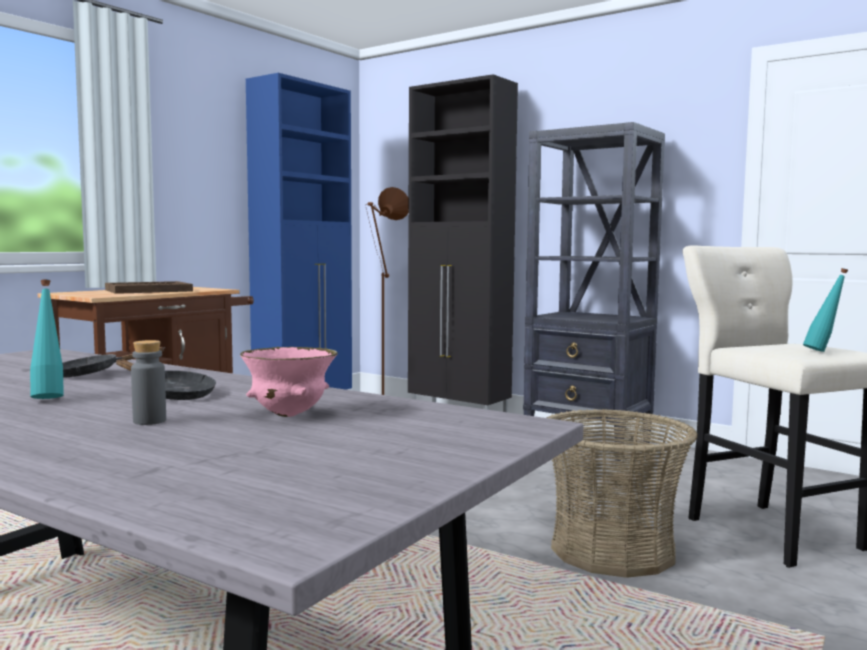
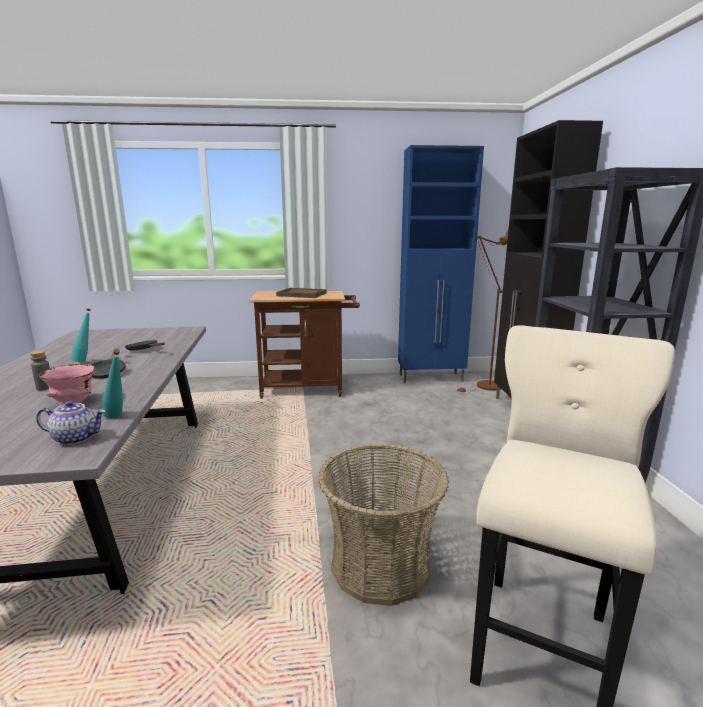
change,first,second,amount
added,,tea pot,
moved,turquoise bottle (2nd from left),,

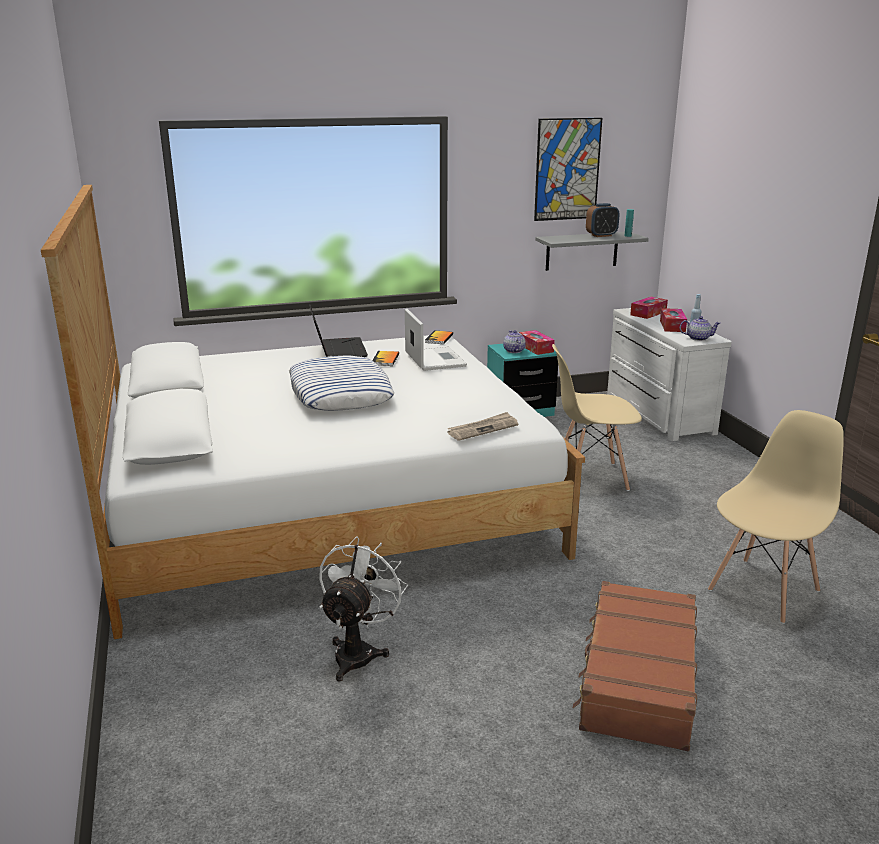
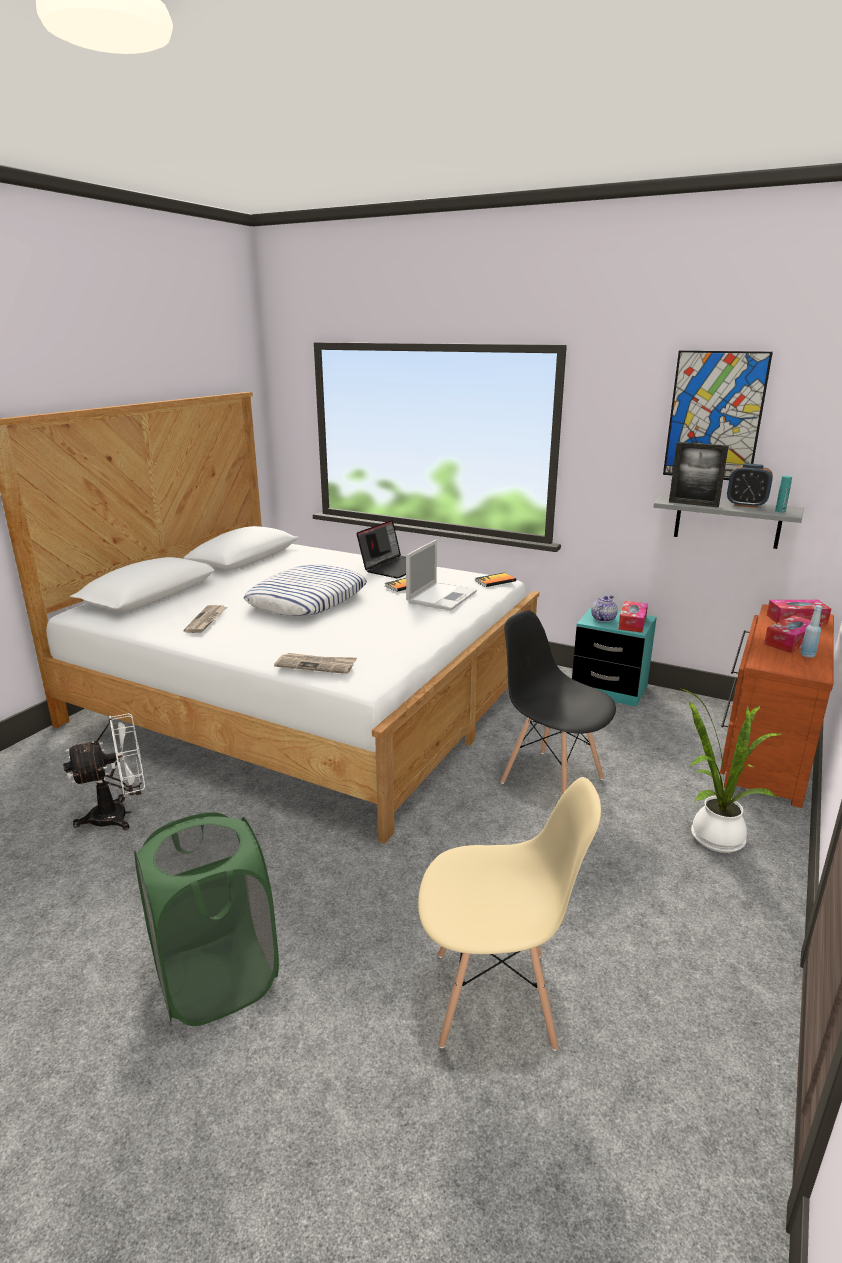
change,first,second,amount
removed,tea pot (2nd from left),,
added,,daily paper (1st from left),
added,,photo frame,
added,,houseplant,
replaced,brown travel case,greenish washing basket,
recoloured,sand-coloured chair (1st from left),black-coloured chair,
recoloured,whitish dresser,brown dresser,

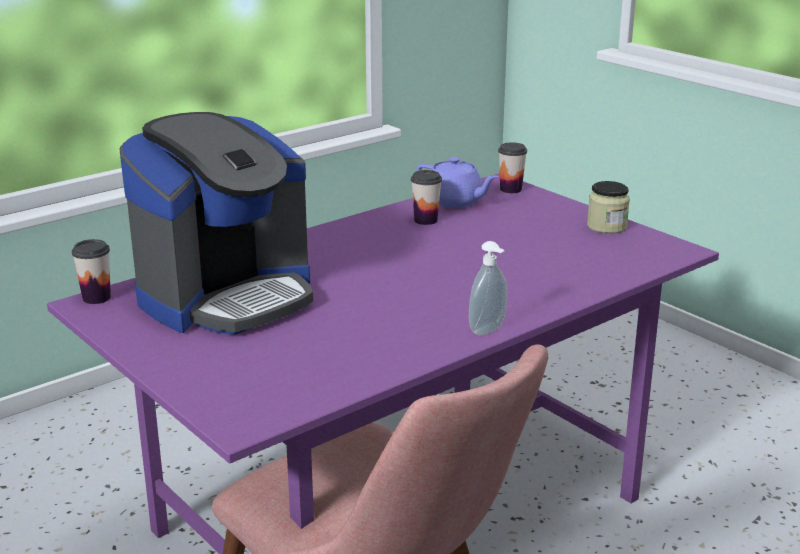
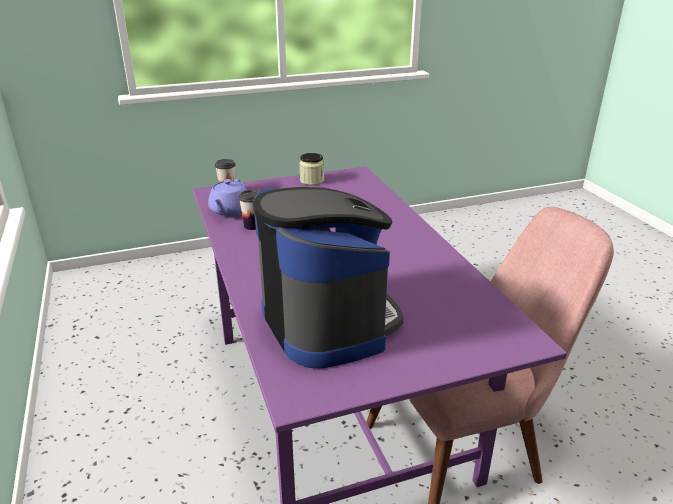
change,first,second,amount
removed,cup (1st from left),,
removed,soap bottle,,
turned,purplish tea pot,,135 degrees clockwise

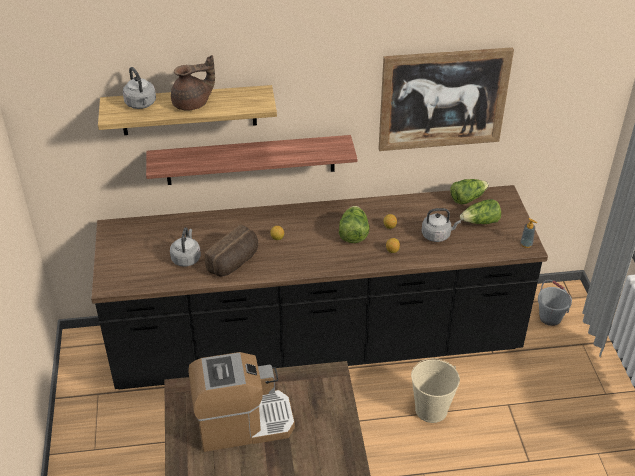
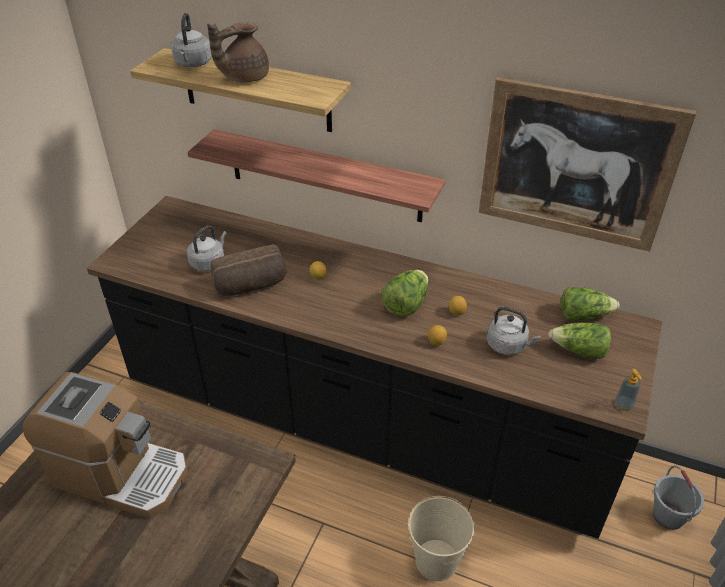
change,first,second,amount
turned,brown tea pot,,135 degrees clockwise

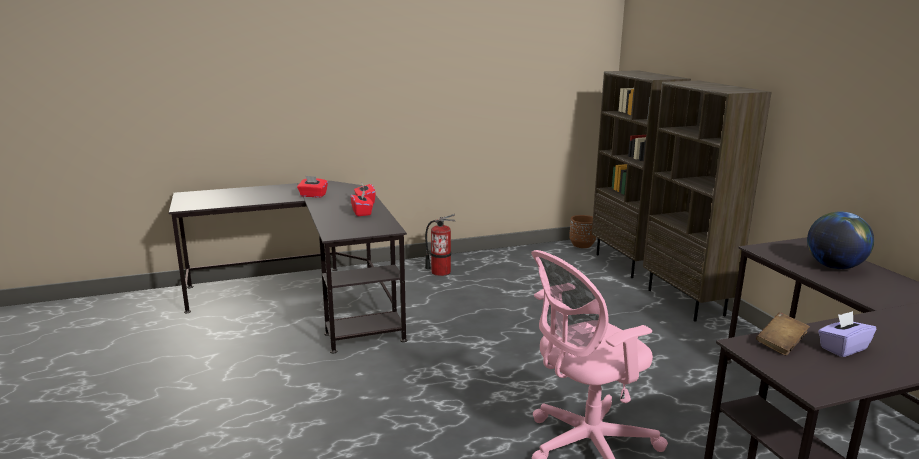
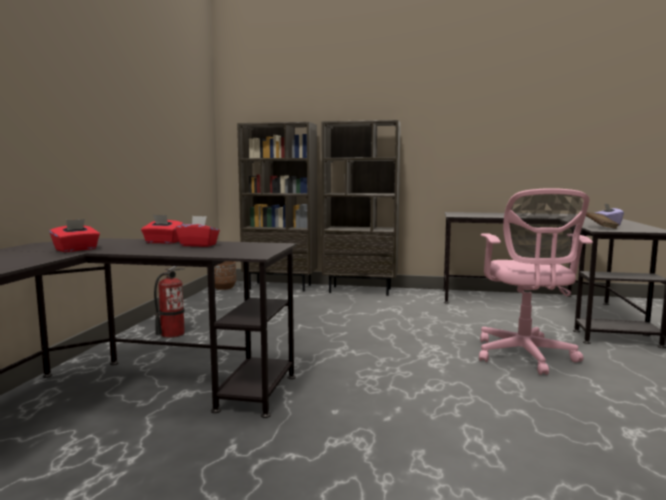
change,first,second,amount
removed,world globe,,

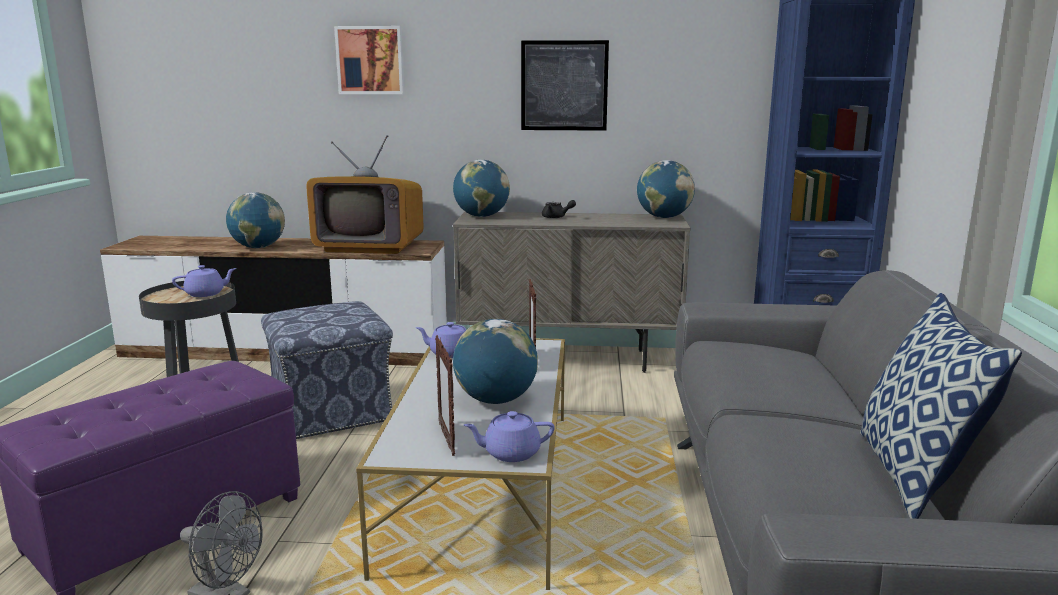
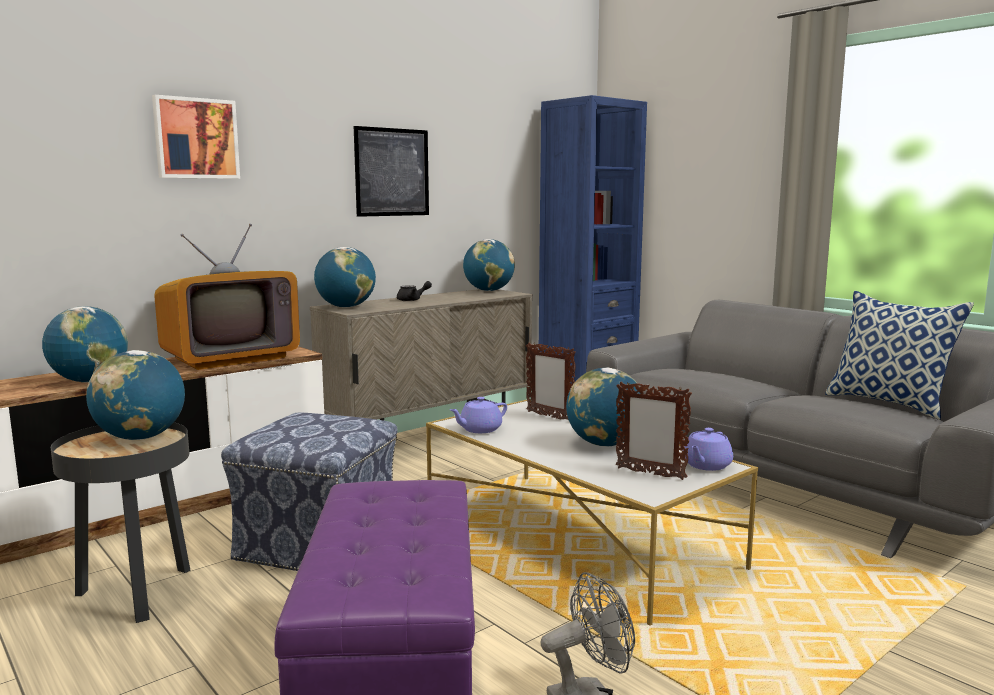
change,first,second,amount
replaced,purplish tea pot (1st from left),world globe (2nd from left),

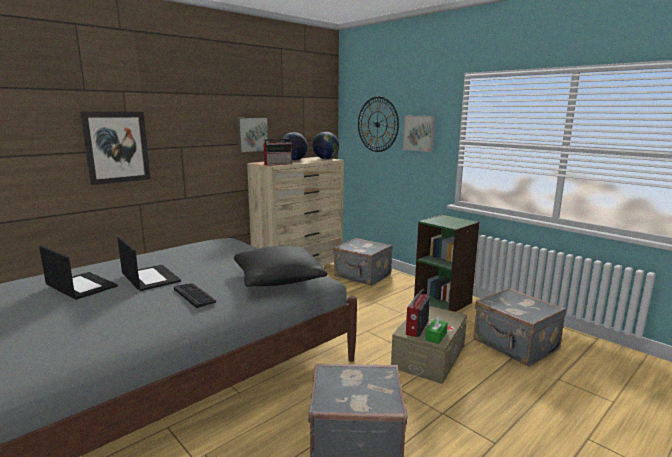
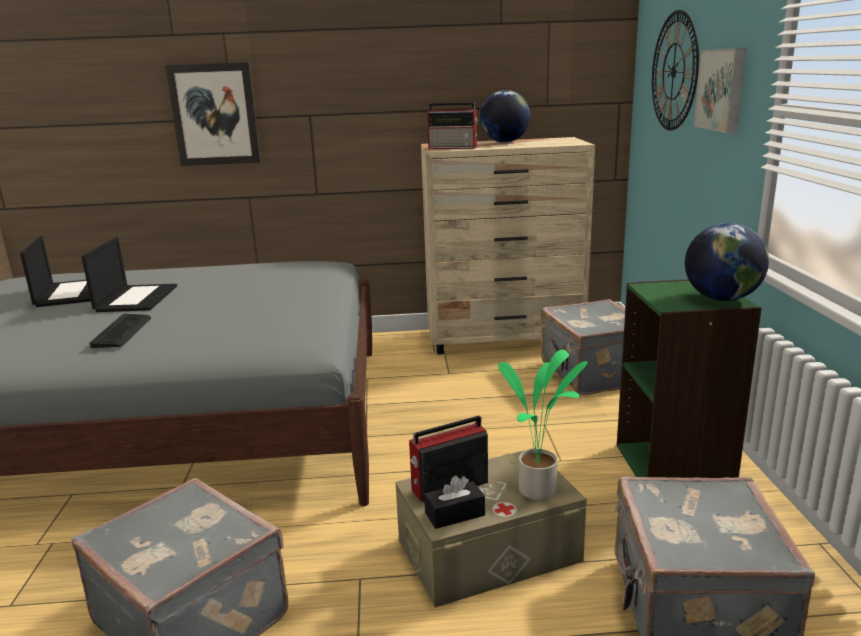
change,first,second,amount
removed,black-coloured cushion,,
removed,picture (2nd from left),,
added,,houseplant,
moved,world globe (2nd from left),,
recoloured,greenish tissue box,black-coloured tissue box,

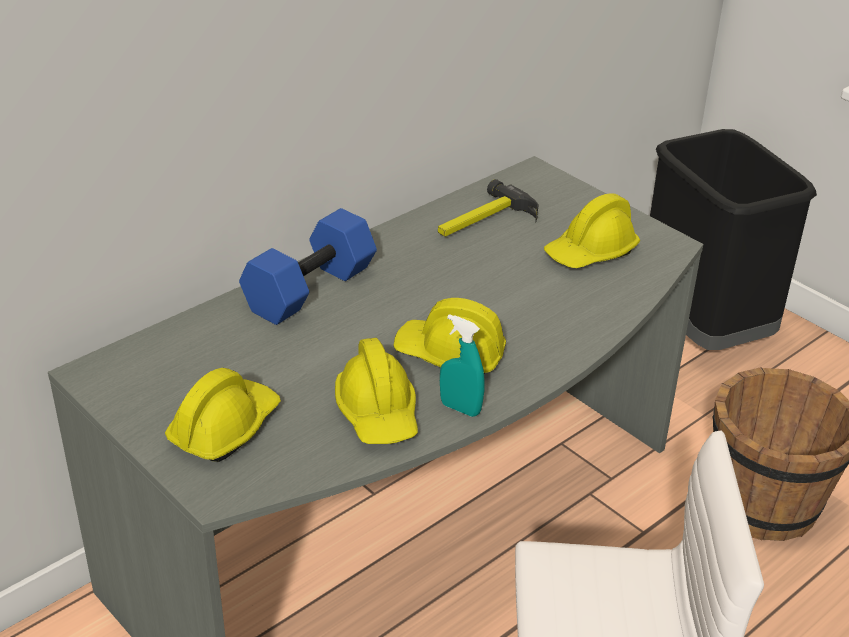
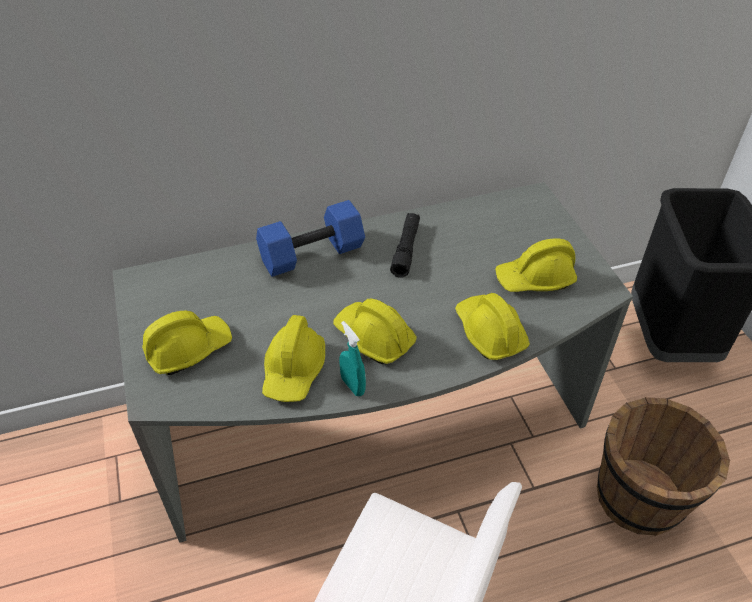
change,first,second,amount
removed,hammer,,
added,,black-coloured hand torch,
added,,yellowish safety helmet (4th from left),

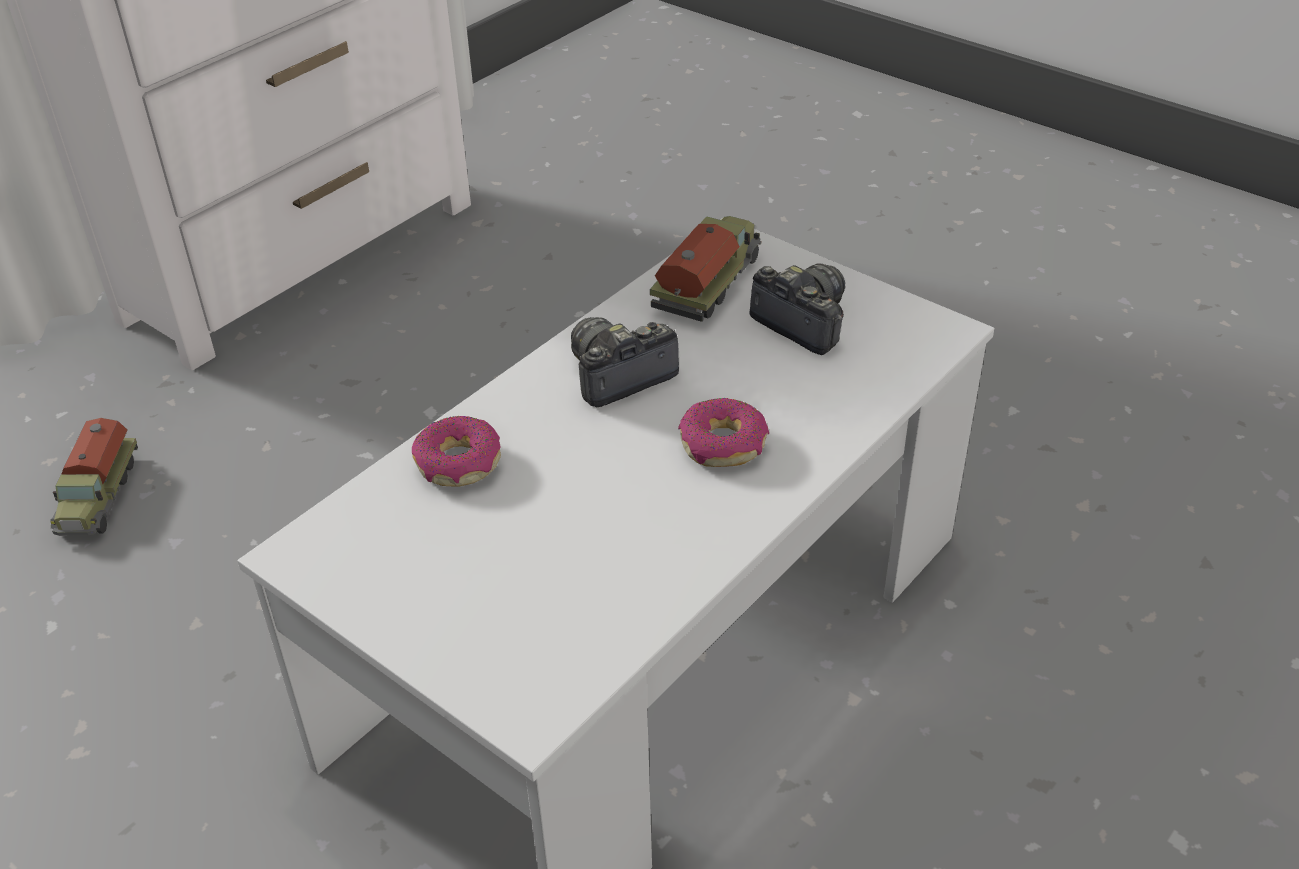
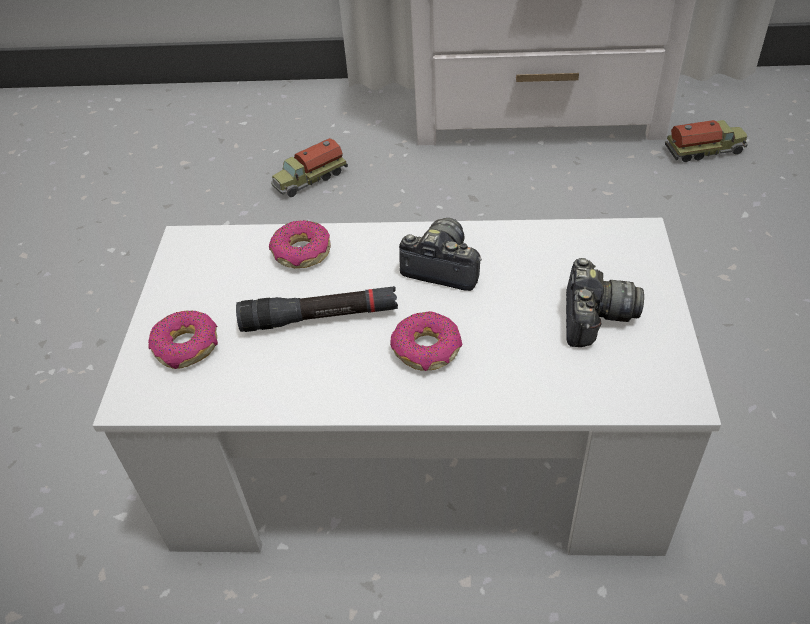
change,first,second,amount
added,,doughnut (1st from left),
added,,black-coloured hand torch,
moved,model truck (2nd from left),,

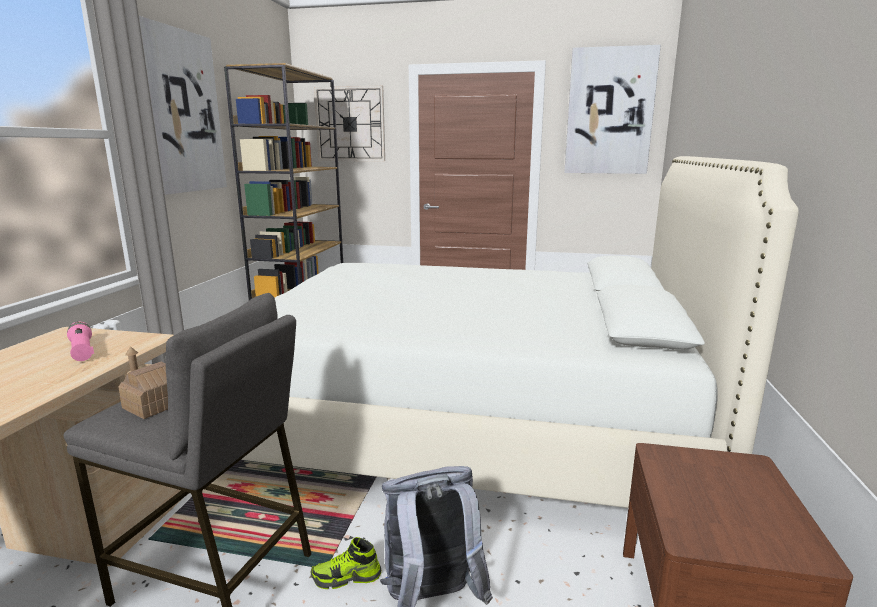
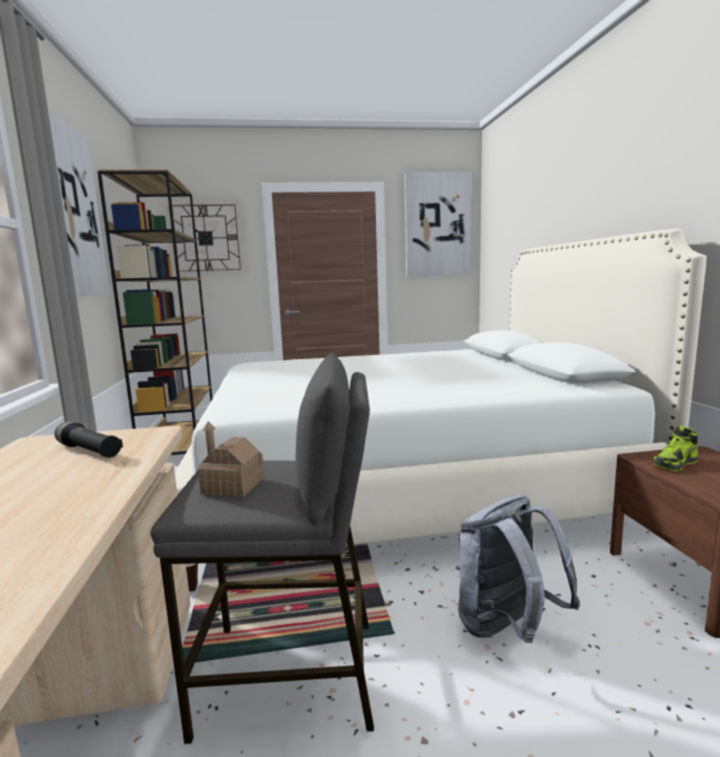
change,first,second,amount
moved,shoe,,
recoloured,pinkish hand torch,black-coloured hand torch,

